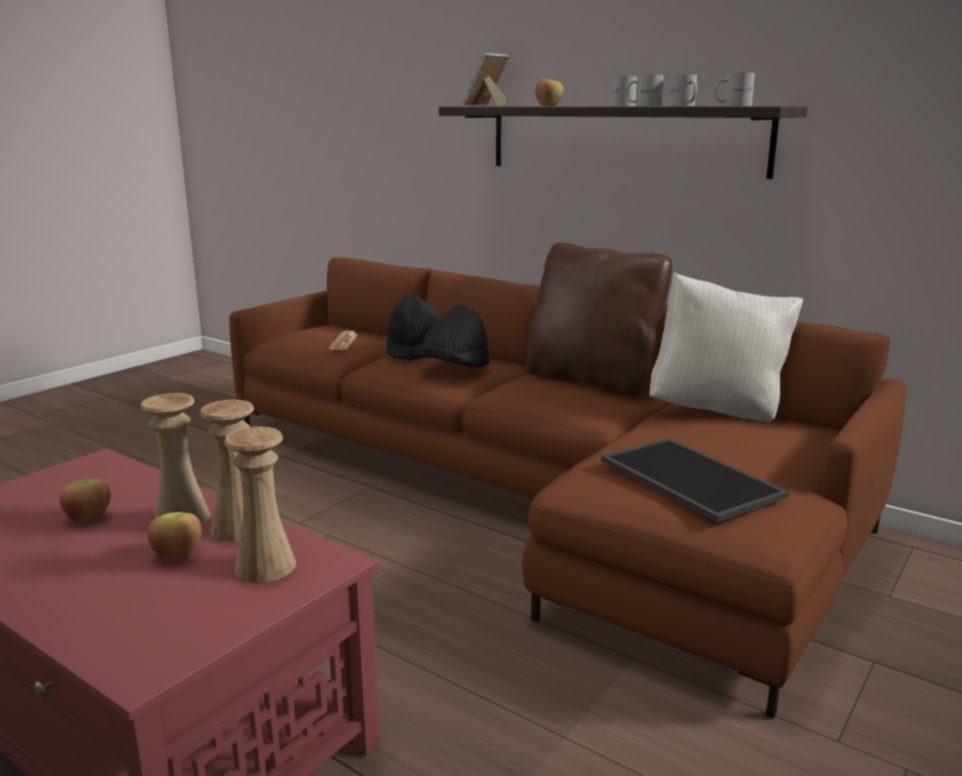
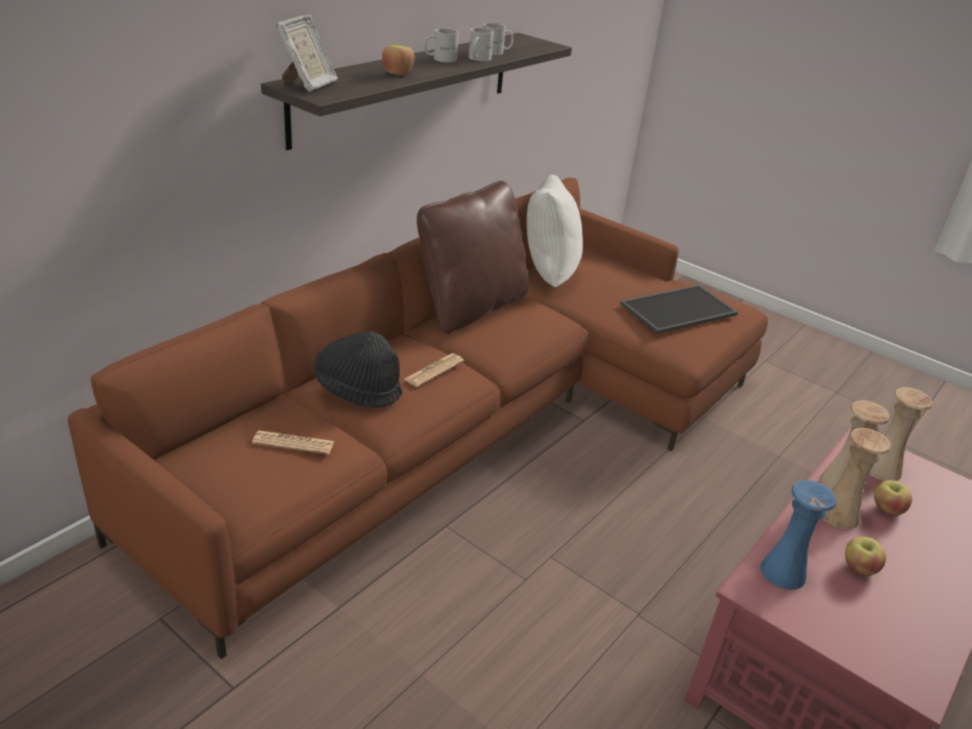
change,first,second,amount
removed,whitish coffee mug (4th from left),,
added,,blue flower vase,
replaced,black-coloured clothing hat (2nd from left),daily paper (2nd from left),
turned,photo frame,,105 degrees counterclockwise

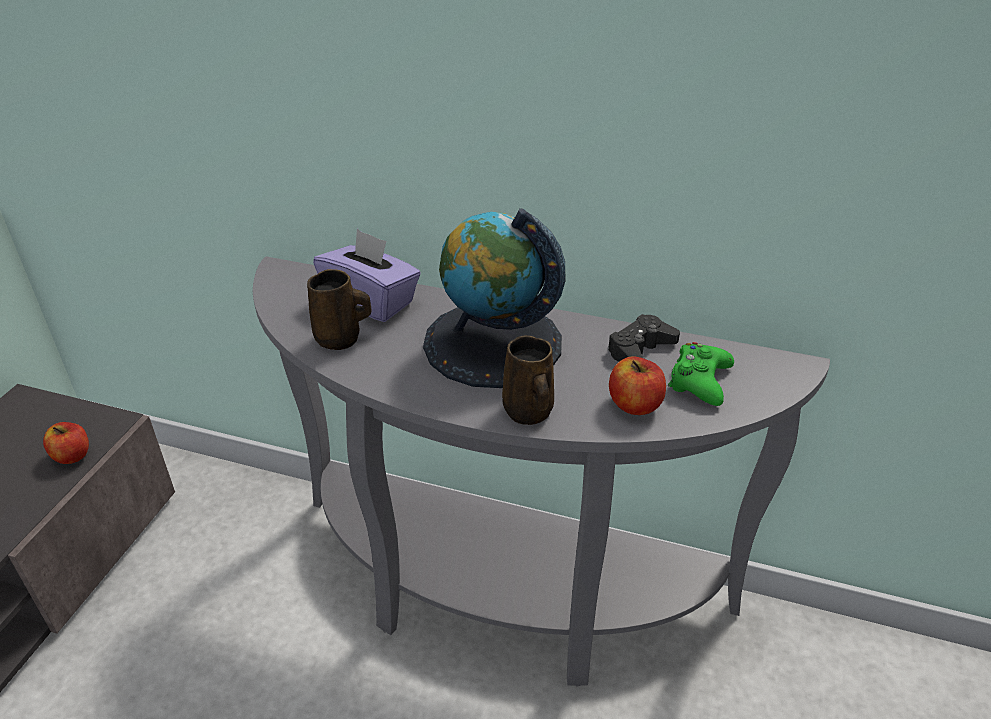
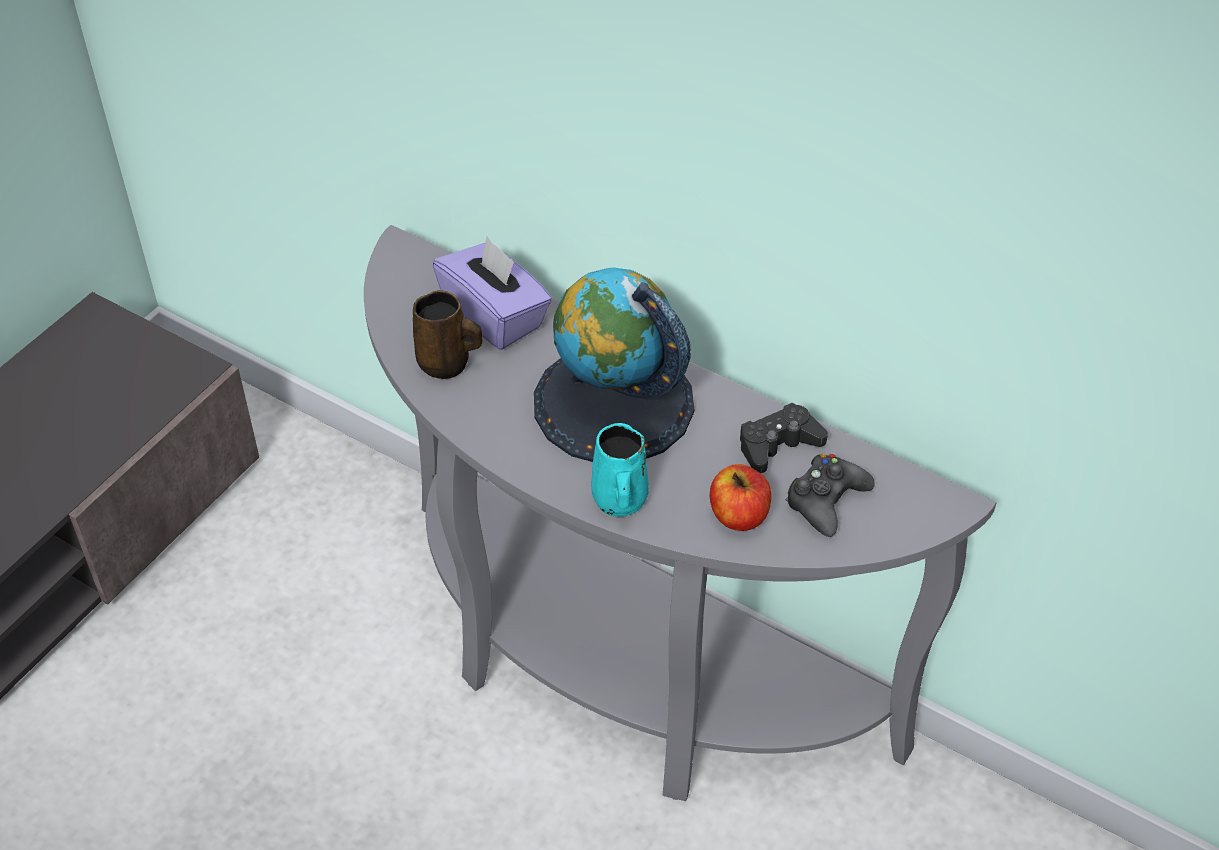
change,first,second,amount
removed,apple fruit (1st from left),,
recoloured,brown coffee mug (2nd from left),turquoise coffee mug,
recoloured,greenish gamepad,black-coloured gamepad (2nd from left),

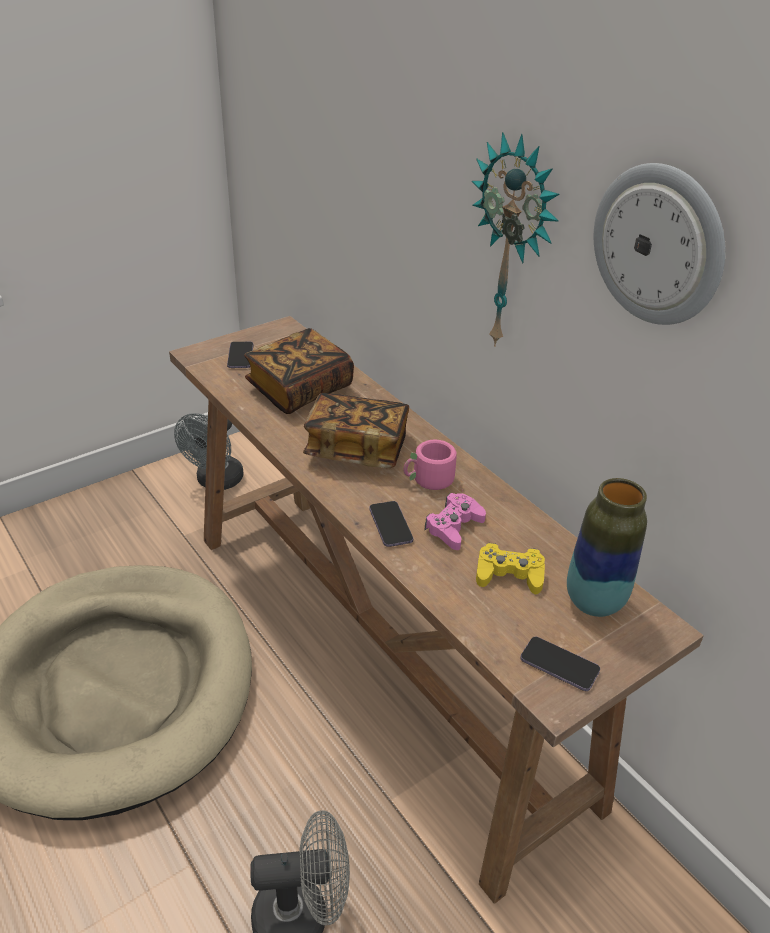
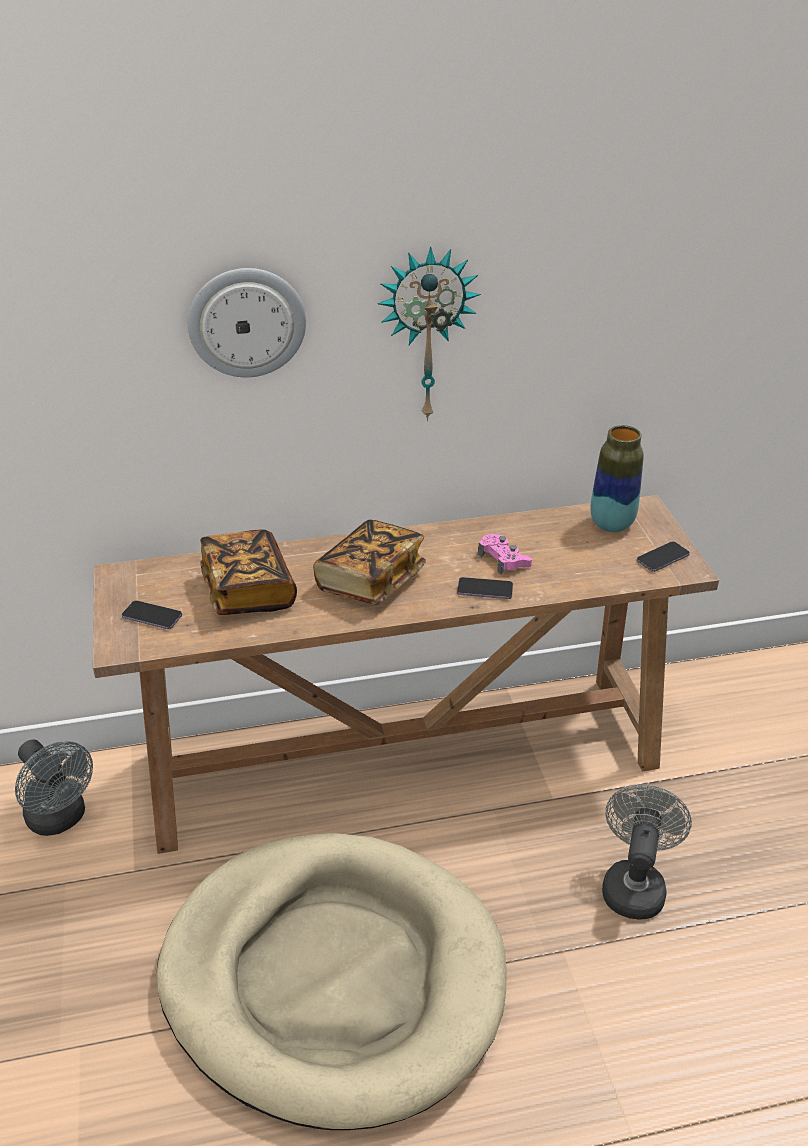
change,first,second,amount
removed,pinkish coffee mug,,
removed,yellowish gamepad,,
moved,clock on the wall (2nd from left in the first image),clock on the wall (1st from left),

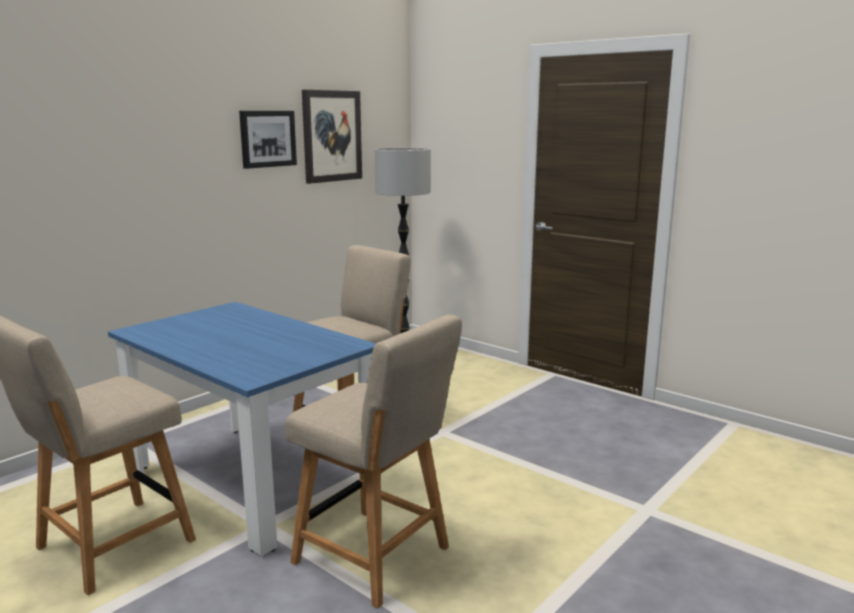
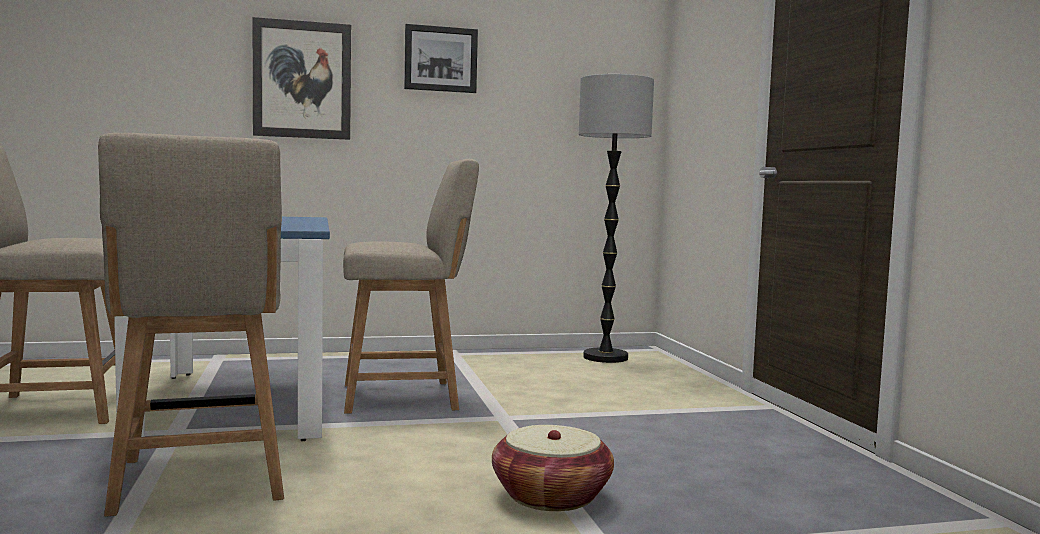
change,first,second,amount
added,,basket,
moved,picture (2nd from left in the first image),picture (1st from left),

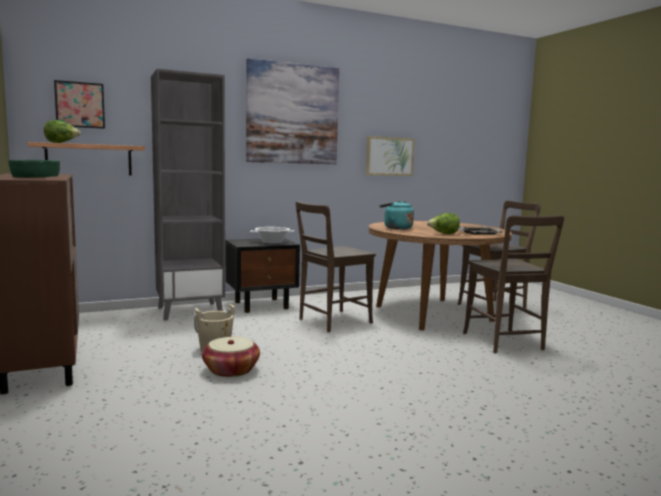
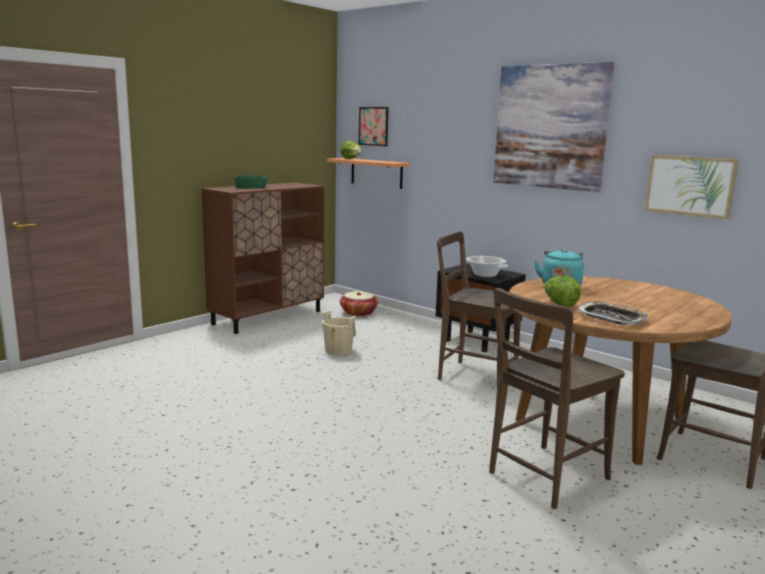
change,first,second,amount
removed,greyish bookcase,,
moved,basket,,

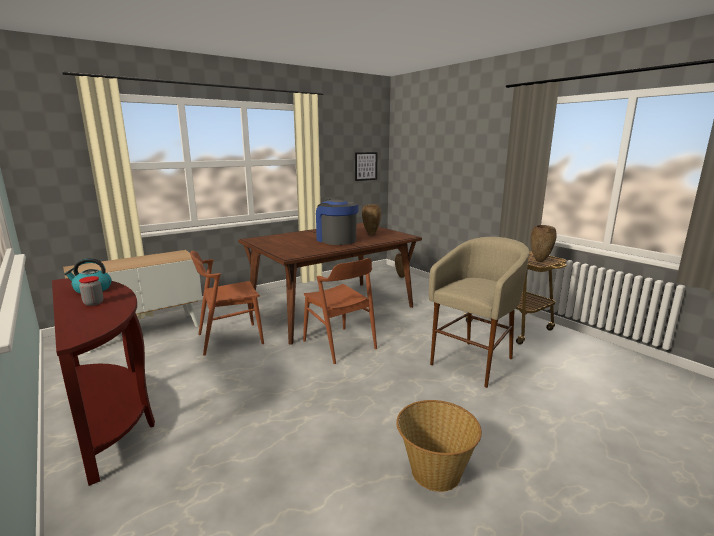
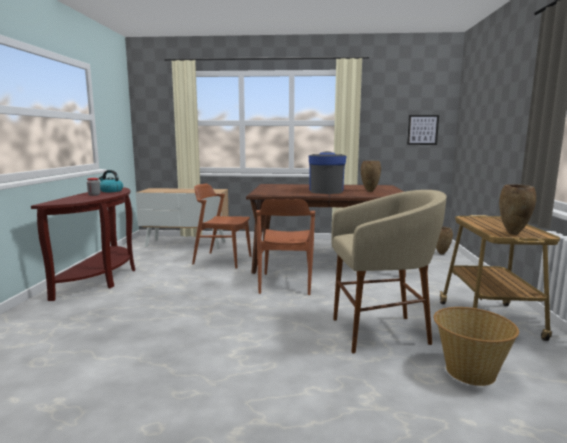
change,first,second,amount
moved,basket,,

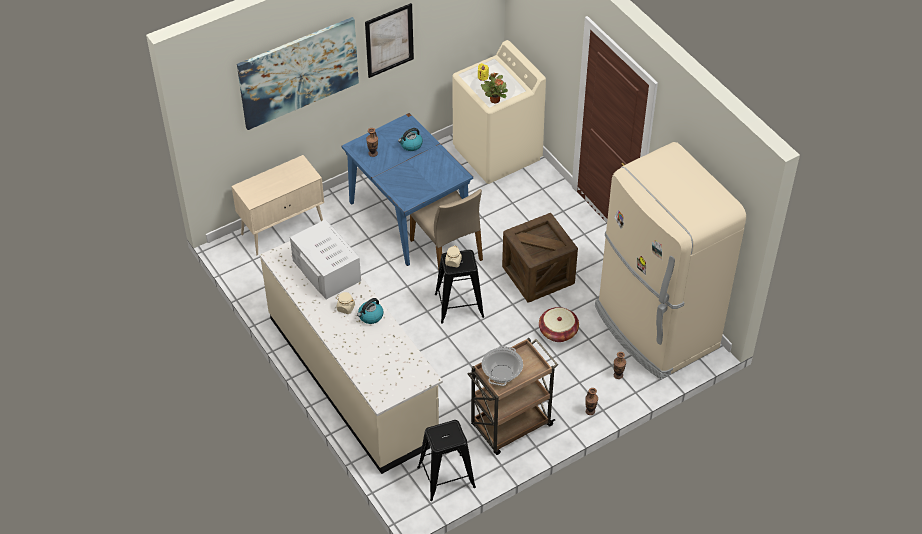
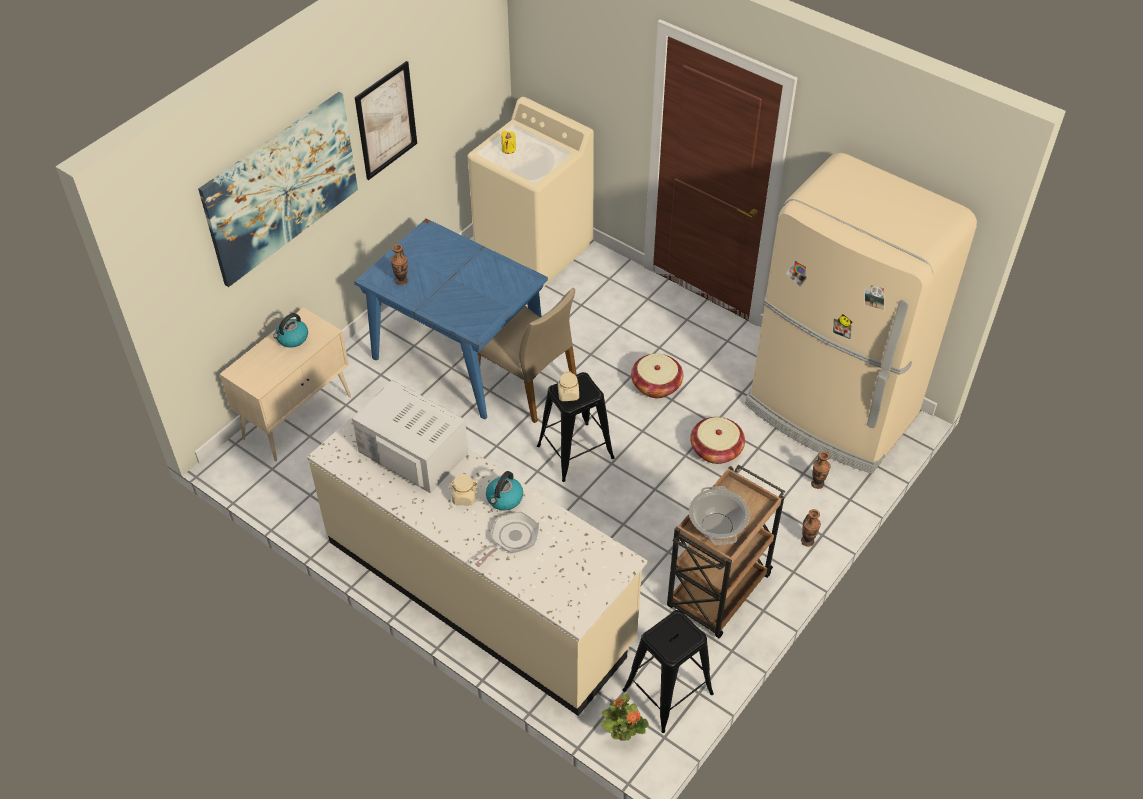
change,first,second,amount
added,,pan,
moved,kettle (2nd from left in the first image),kettle (1st from left),
moved,houseplant,,
replaced,crate,basket (1st from left),

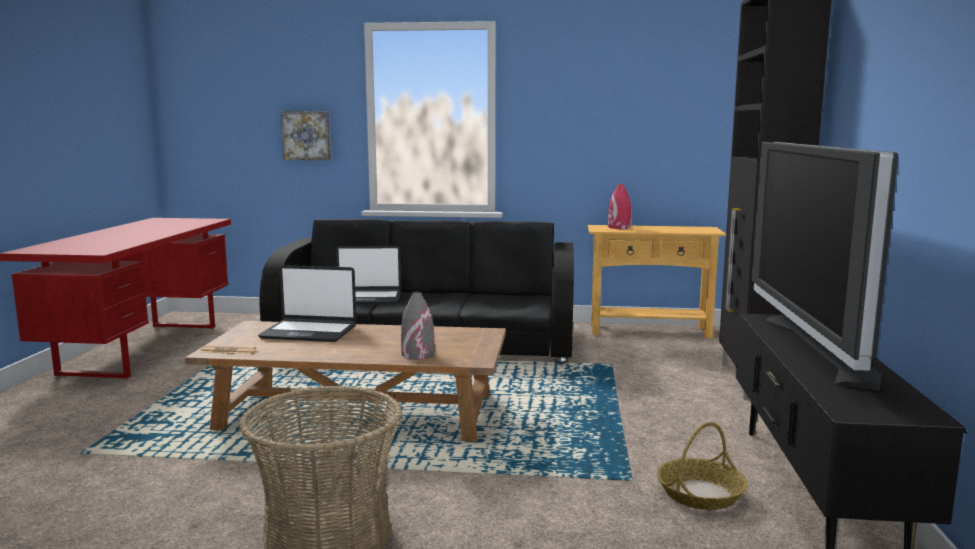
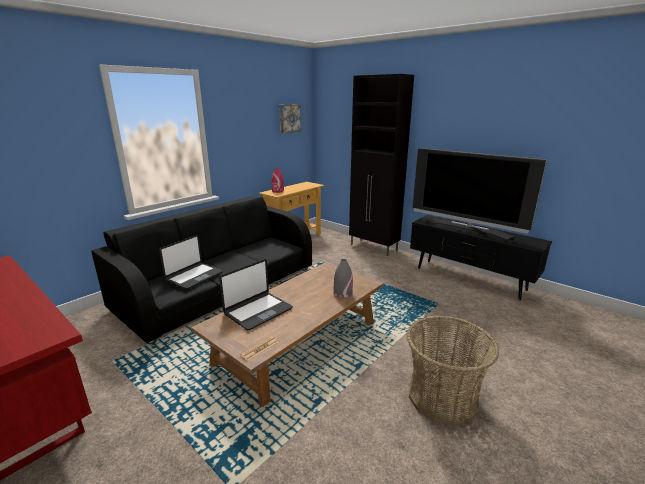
change,first,second,amount
removed,basket (2nd from left),,
moved,picture,,

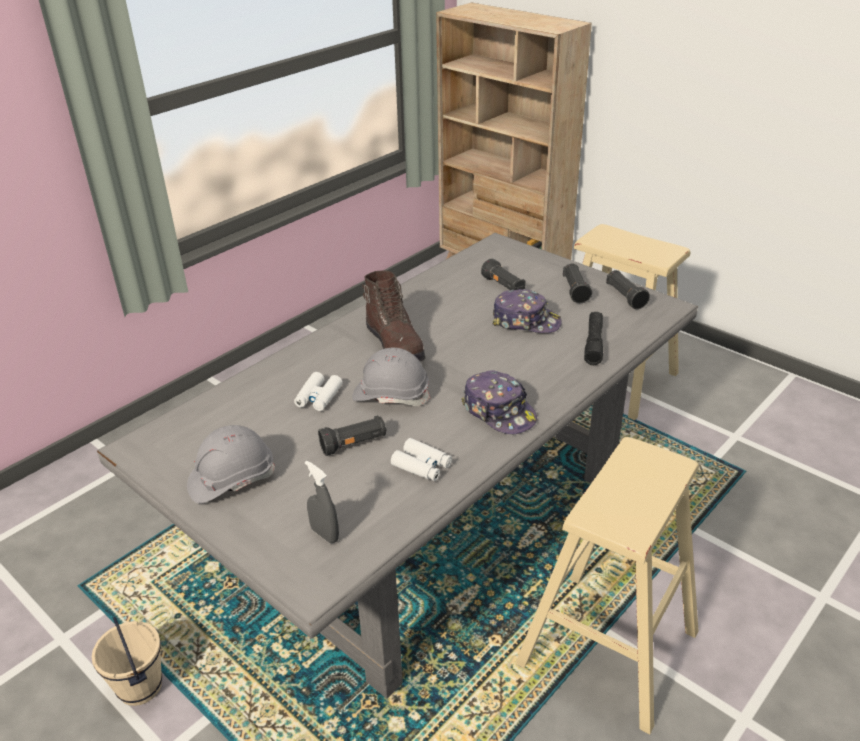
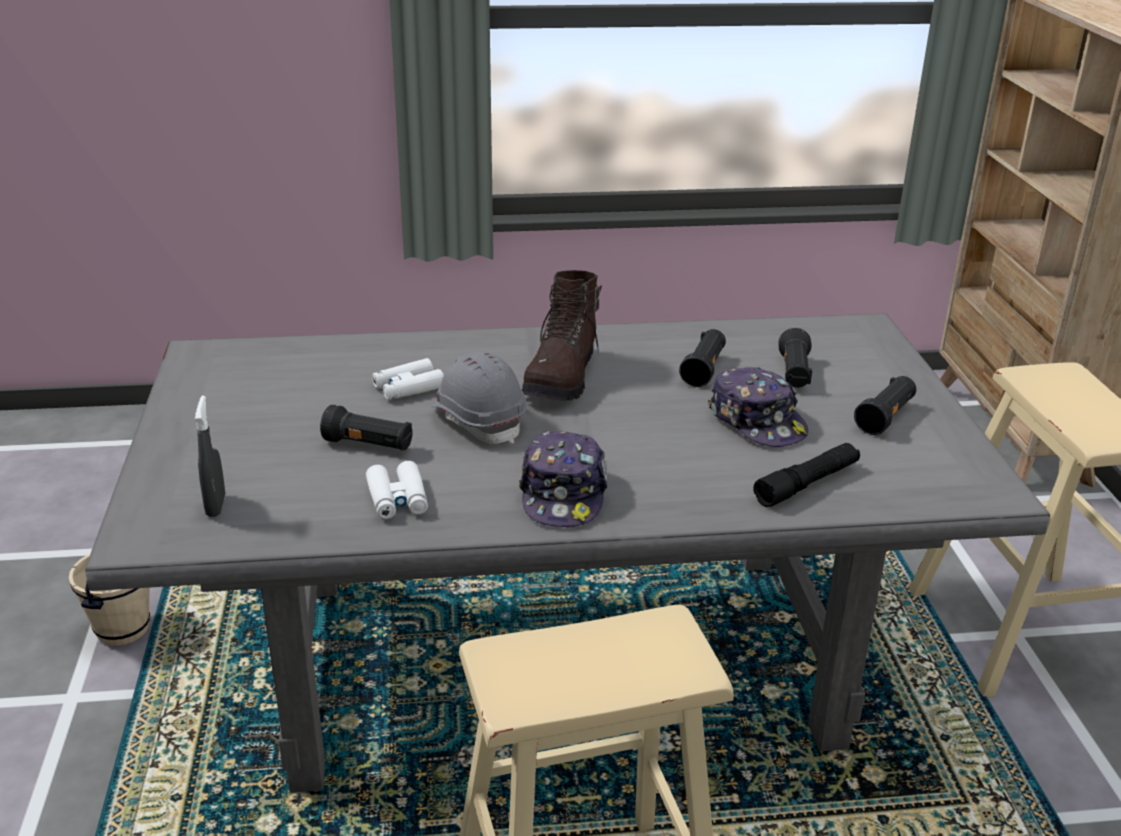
change,first,second,amount
removed,greyish safety helmet (1st from left),,
moved,black-coloured hand torch (5th from left in the first image),black-coloured hand torch (2nd from left),

